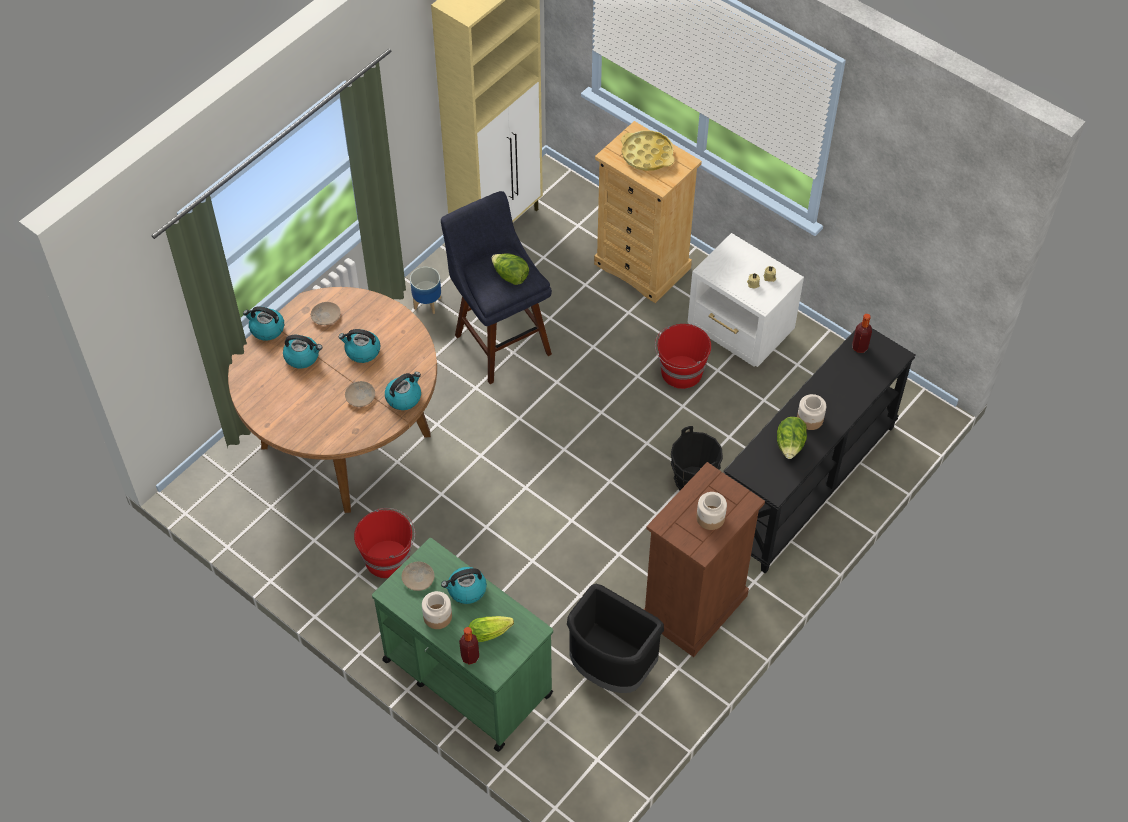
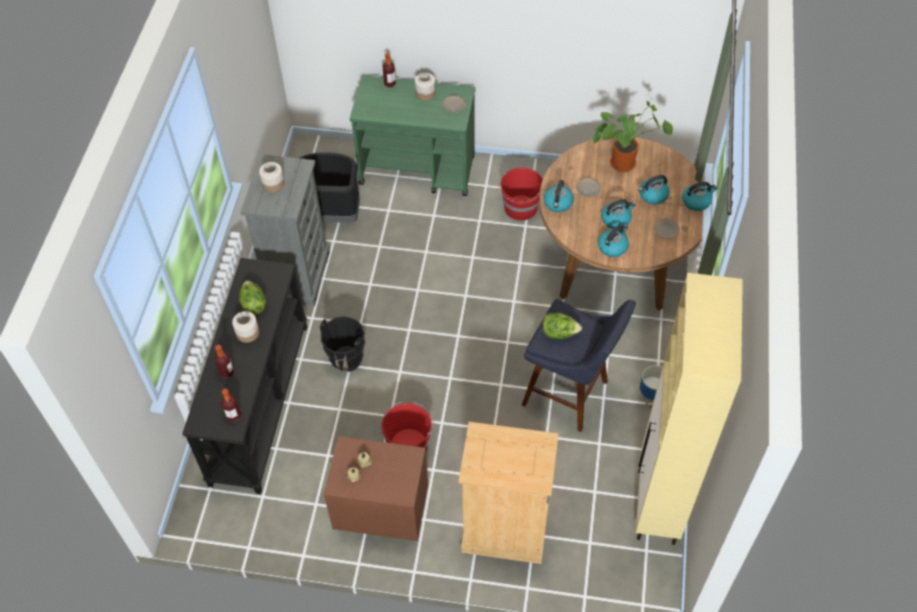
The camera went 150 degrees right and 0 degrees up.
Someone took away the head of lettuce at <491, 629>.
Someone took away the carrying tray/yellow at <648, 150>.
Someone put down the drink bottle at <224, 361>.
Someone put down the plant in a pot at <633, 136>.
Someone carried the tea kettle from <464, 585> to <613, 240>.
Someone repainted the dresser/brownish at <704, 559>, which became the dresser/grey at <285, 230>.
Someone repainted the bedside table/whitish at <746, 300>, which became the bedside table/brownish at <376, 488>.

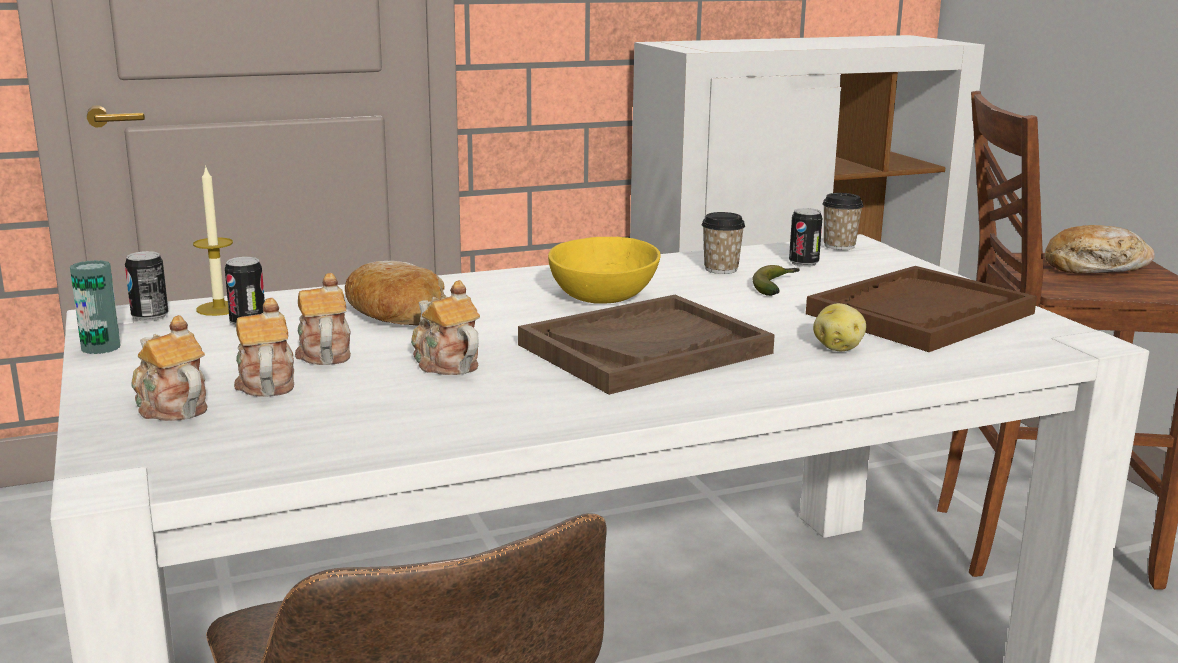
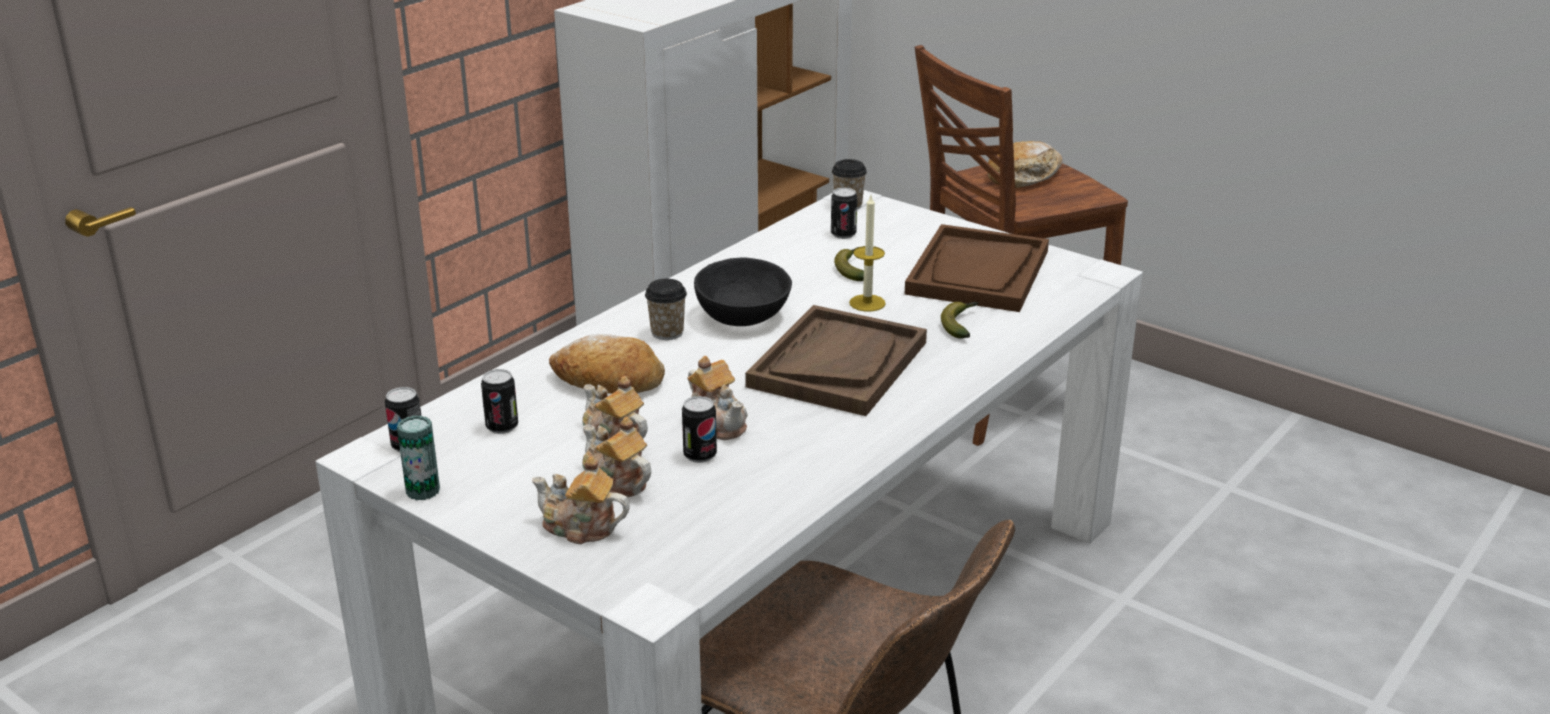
The camera went 30 degrees left and 10 degrees up.
Someone put down the can at <699, 429>.
Someone carried the wax candle from <213, 240> to <867, 254>.
Someone carried the small cup from <723, 243> to <666, 309>.
Someone swapped the potato at <839, 327> for the whole banana at <959, 320>.
Someone repainted the bowl/yellow at <604, 270>, which became the bowl/black-coloured at <743, 291>.
Someone rotated the tea pot at <445, 327> by 150 degrees counterclockwise.

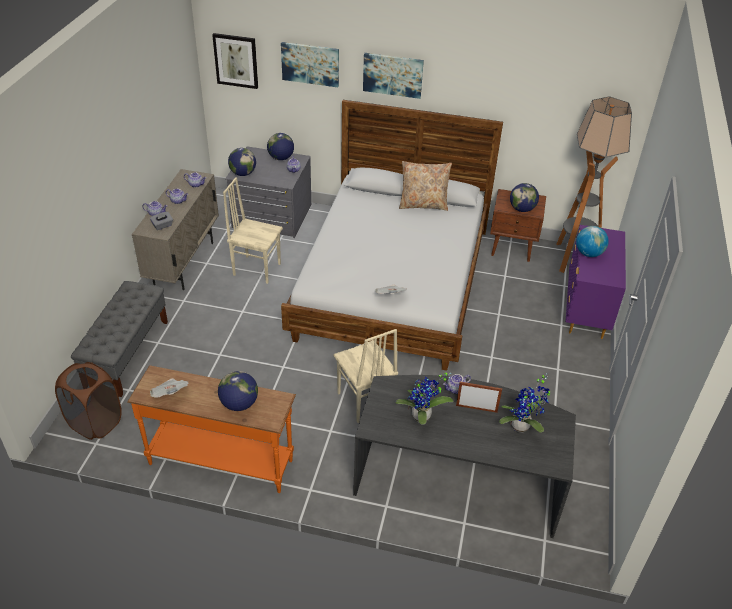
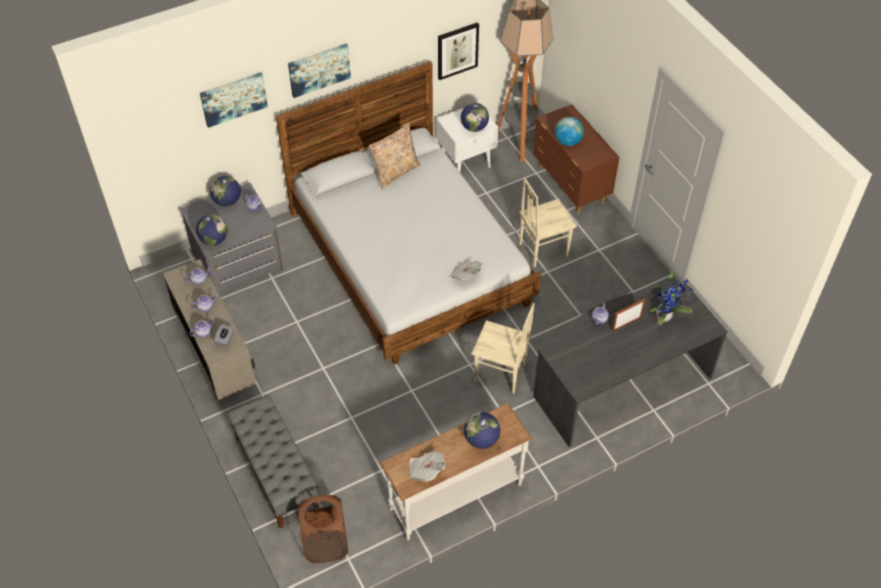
The camera went 40 degrees left and 10 degrees up.
Someone took away the plant in a pot at <424, 398>.
Someone carried the wall picture from <235, 61> to <458, 51>.
Someone carried the upright chair/beige-coloured from <253, 230> to <548, 222>.
Someone repainted the console table/orange at <211, 429>, which became the console table/whitish at <456, 472>.
Someone repainted the bedside table/brownish at <518, 225>, which became the bedside table/whitish at <467, 140>.
Someone repainted the dresser/purple at <595, 282>, which became the dresser/brownish at <576, 159>.

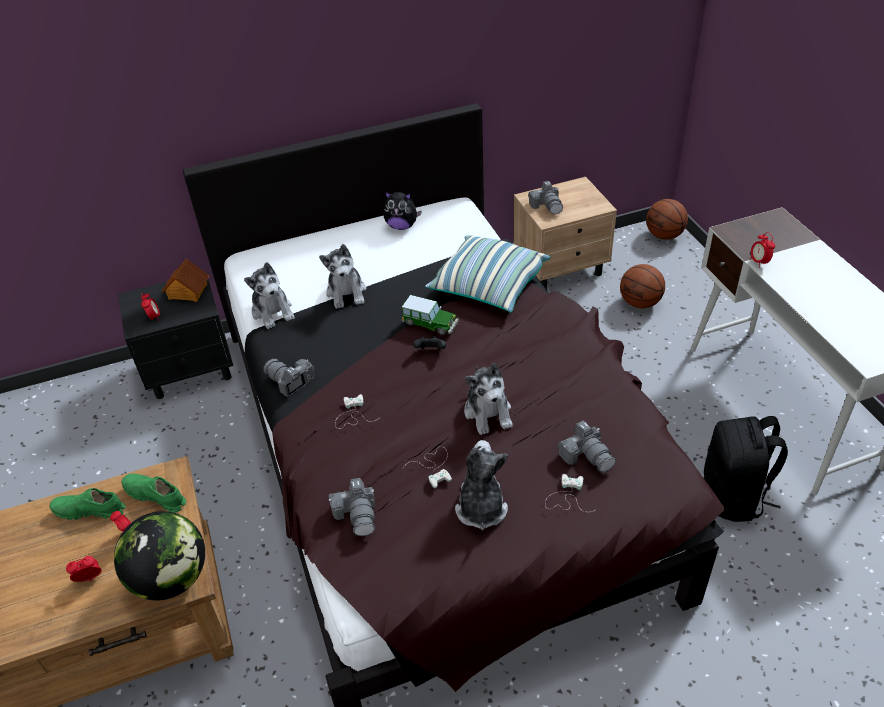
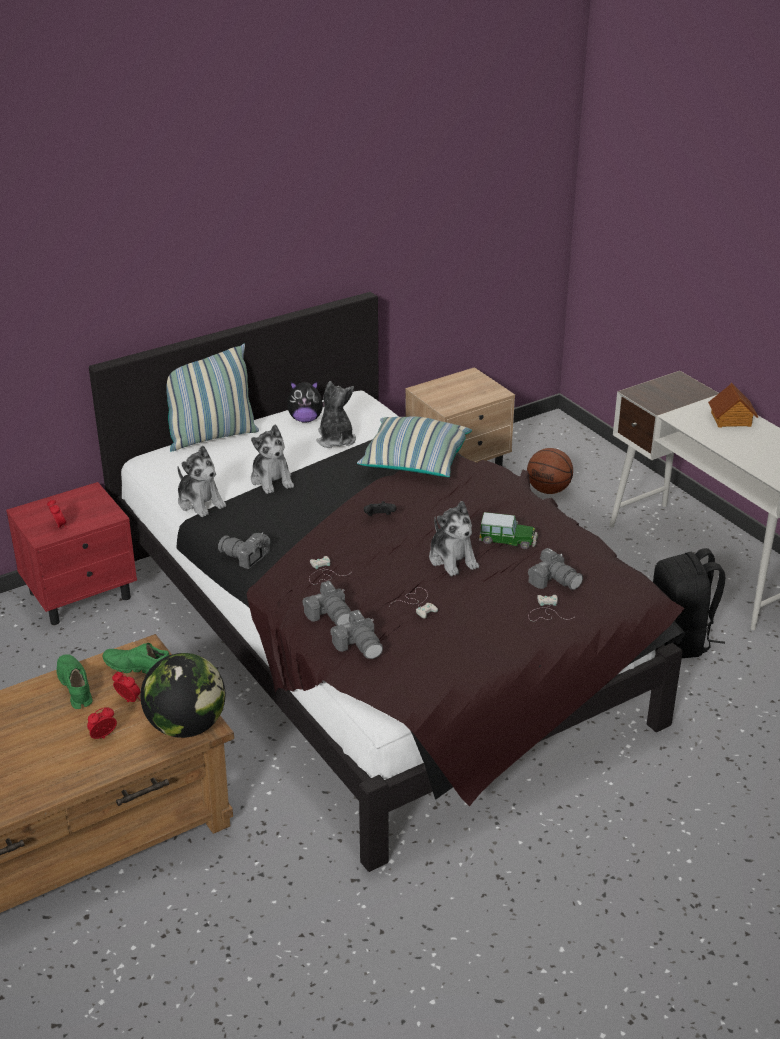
The camera went 15 degrees left and 10 degrees down.
Someone took away the basketball ball at <667, 219>.
Someone took away the bedside clock at <762, 250>.
Someone put down the pillow at <212, 397>.
Someone carried the miniature house from <186, 280> to <733, 405>.
Someone carried the model car from <430, 315> to <508, 530>.
Someone carried the plush toy from <481, 485> to <336, 414>.
Someone carried the still camera from <545, 197> to <326, 603>.
Someone repainted the bedside table/black-coloured at <175, 335>, which became the bedside table/red at <71, 553>.
Someone rotated the item of footwear/green at <87, 504> by 75 degrees clockwise.

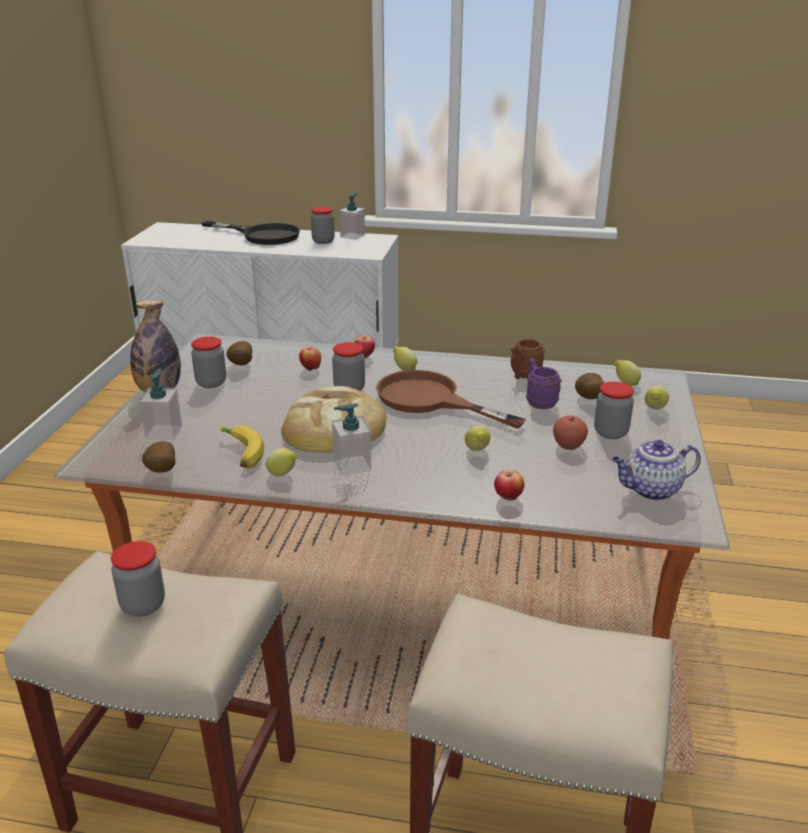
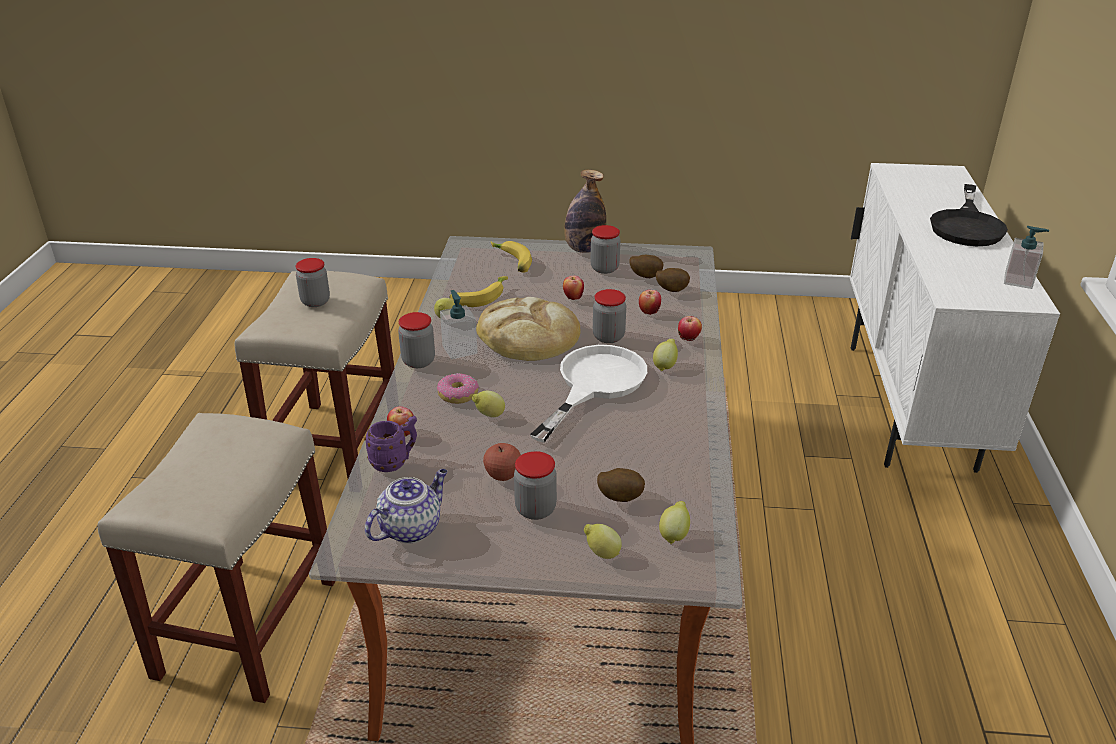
The camera went 85 degrees right and 5 degrees up.
Someone took away the tea mug/brownish at <528, 359>.
Someone put down the ring doughnut at <458, 388>.
Someone put down the apple at <573, 288>.
Someone carried the potato from <159, 457> to <673, 280>.
Someone carried the preserve jar from <323, 225> to <416, 340>.
Someone carried the tea mug/purple from <543, 383> to <390, 444>.
Someone swapped the soap bottle at <160, 404> for the whole banana at <511, 256>.
Someone repainted the skillet/brownish at <451, 399>, which became the skillet/whitish at <588, 394>.
Someone rotated the tea pot at <656, 470> by 60 degrees clockwise.

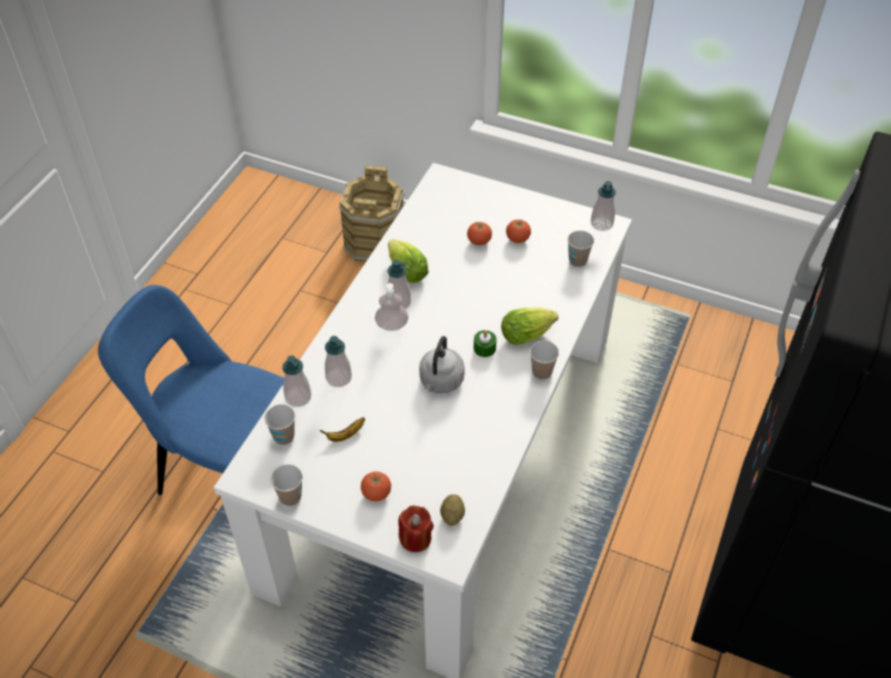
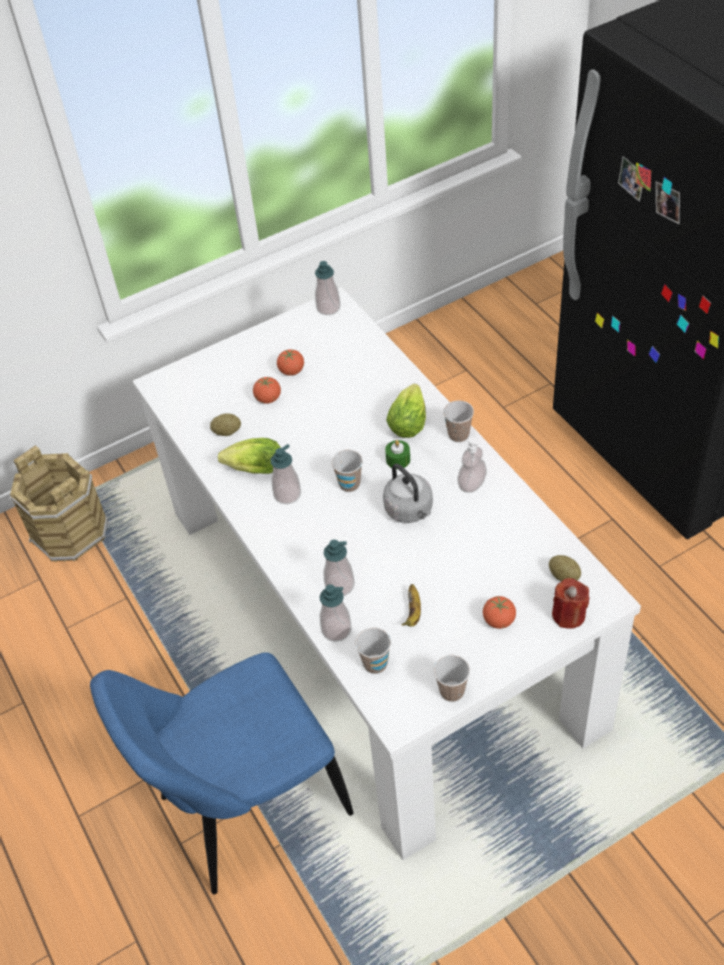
The camera went 50 degrees left and 0 degrees up.
Someone put down the potato at <225, 424>.
Someone carried the soap bottle from <391, 307> to <472, 465>.
Someone carried the small cup from <581, 248> to <347, 471>.

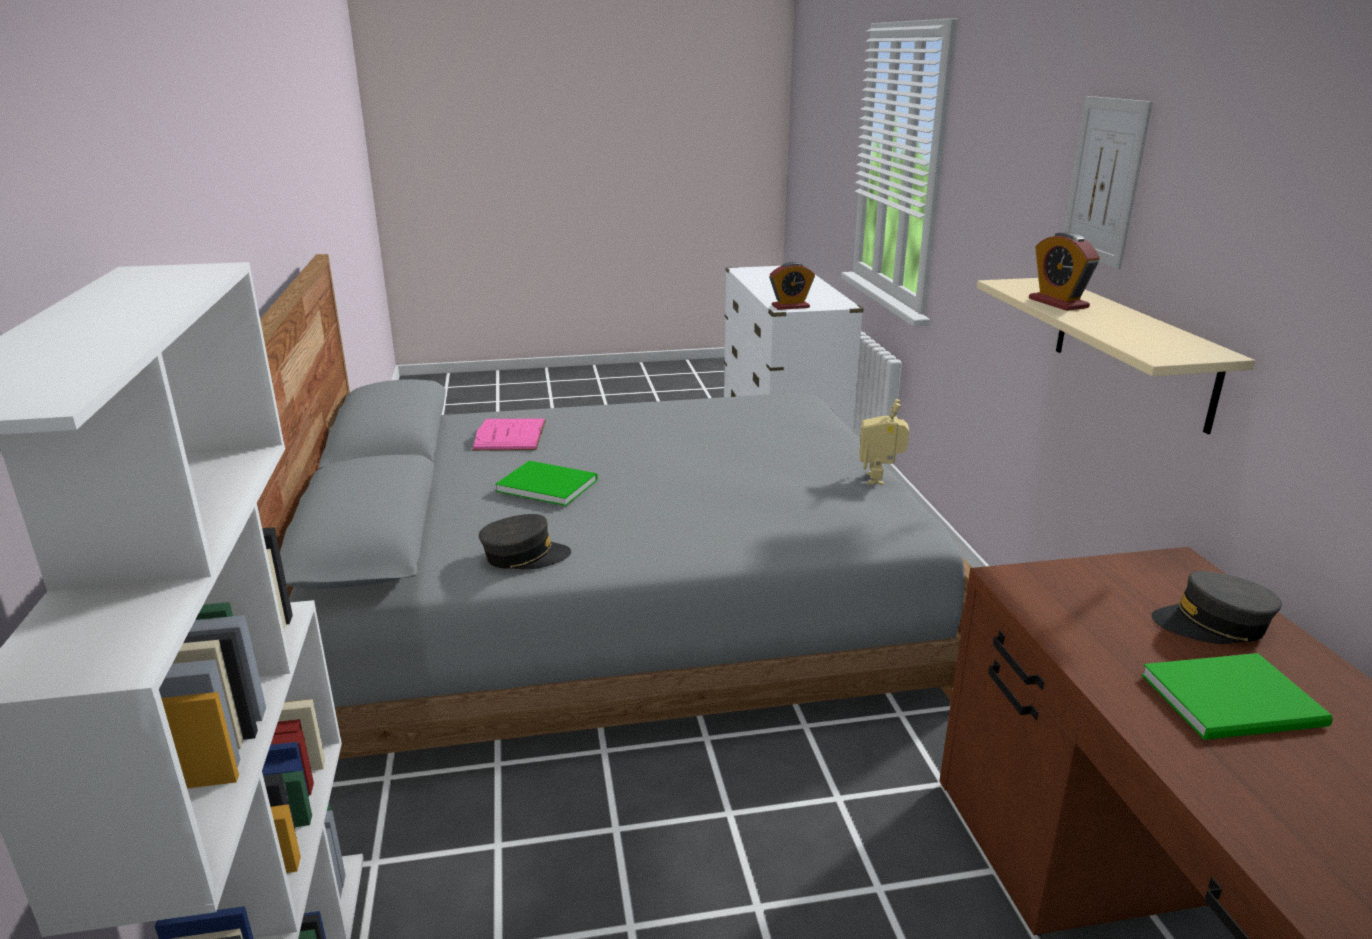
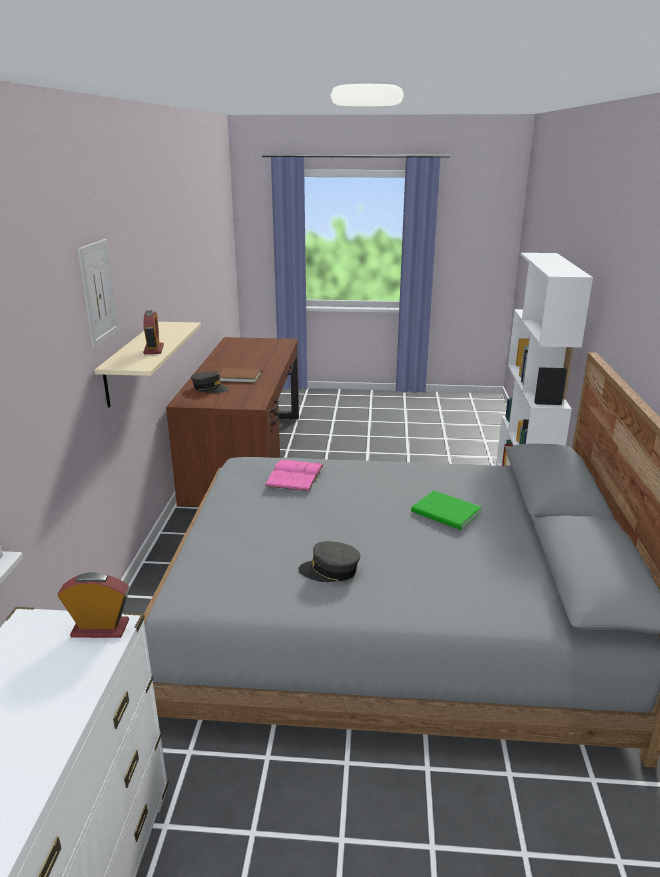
The camera went 165 degrees left and 0 degrees up.
Someone took away the robot figure at <884, 442>.
Someone carried the volume/pinkish from <509, 434> to <294, 475>.
Someone carried the baseball cap/grey from <525, 542> to <329, 561>.
Someone repainted the volume/green at <1237, 696>, which became the volume/brownish at <240, 375>.

